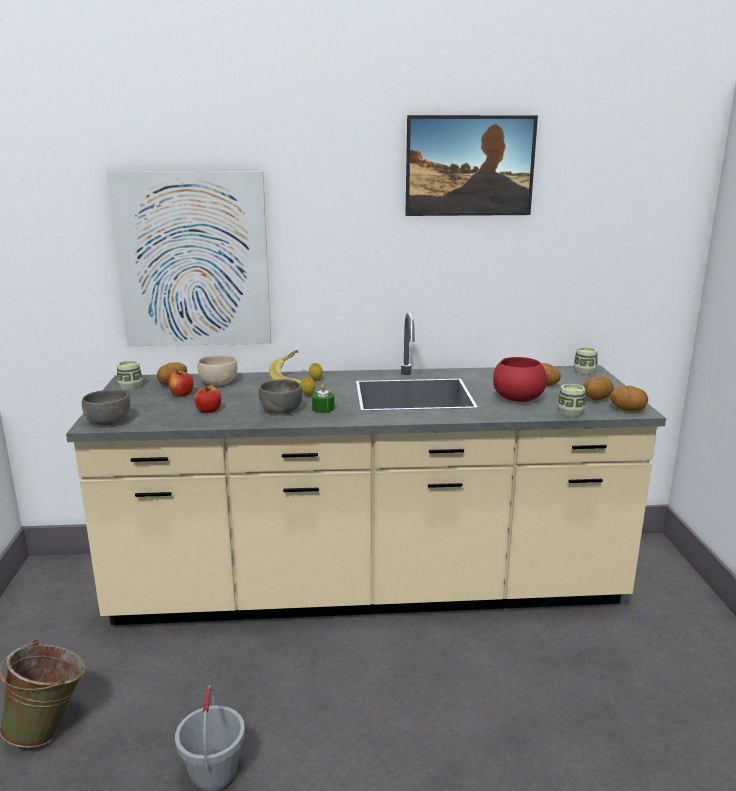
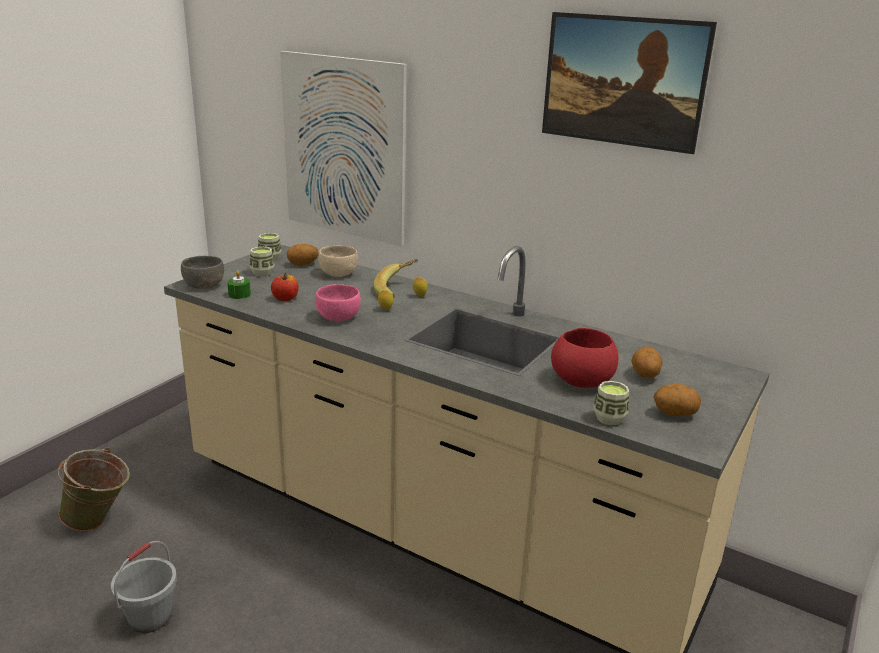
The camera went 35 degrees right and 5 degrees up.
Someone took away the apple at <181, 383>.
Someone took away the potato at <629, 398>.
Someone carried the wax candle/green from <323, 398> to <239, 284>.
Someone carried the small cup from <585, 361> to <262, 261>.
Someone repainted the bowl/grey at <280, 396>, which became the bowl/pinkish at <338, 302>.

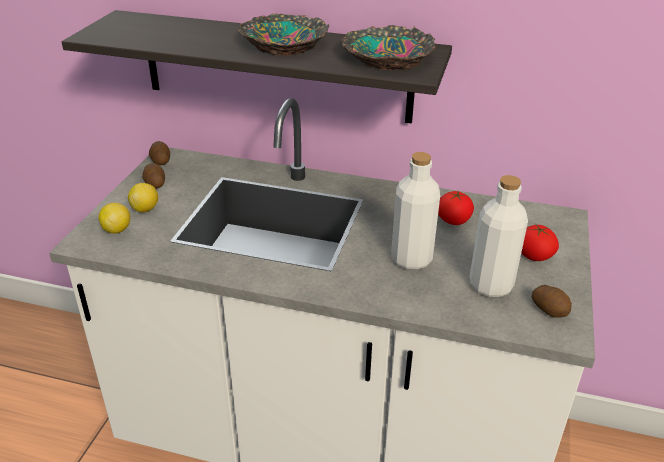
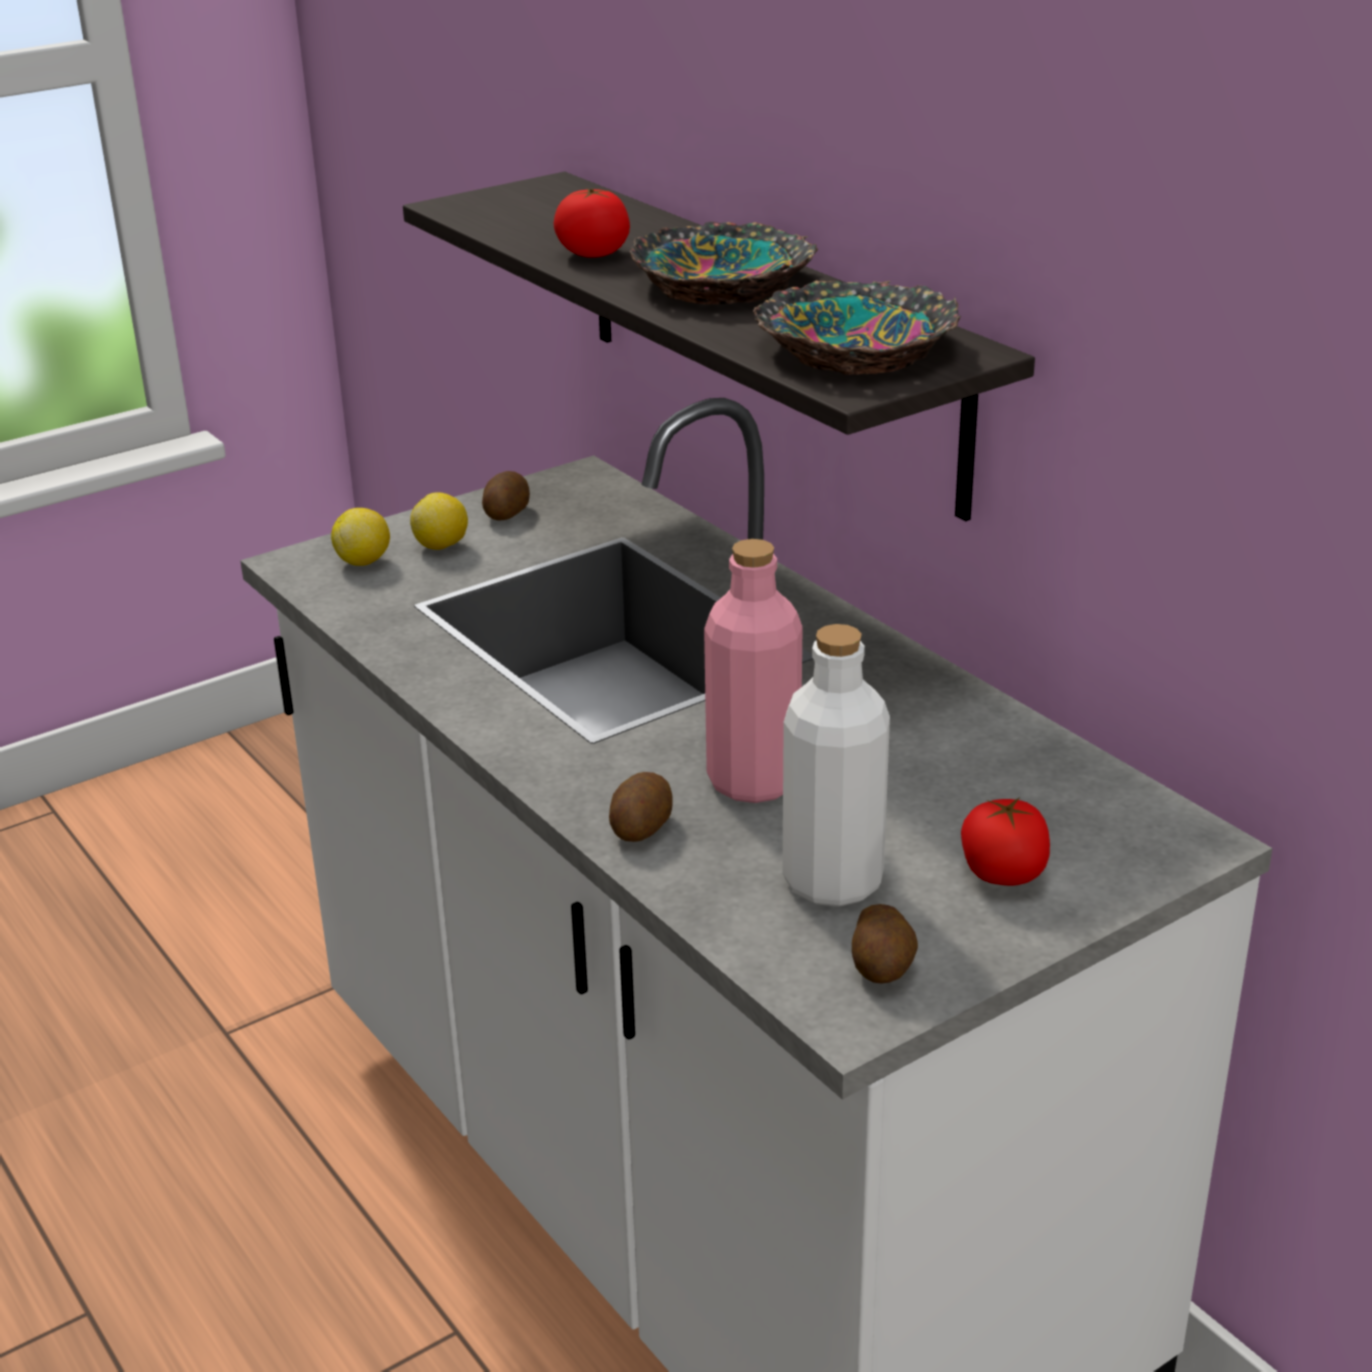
The camera went 40 degrees right and 5 degrees down.
Someone carried the potato from <159, 153> to <641, 807>.
Someone carried the whole tomato from <456, 208> to <591, 223>.
Someone repainted the drink bottle/whitish at <415, 211>, which became the drink bottle/pinkish at <753, 671>.

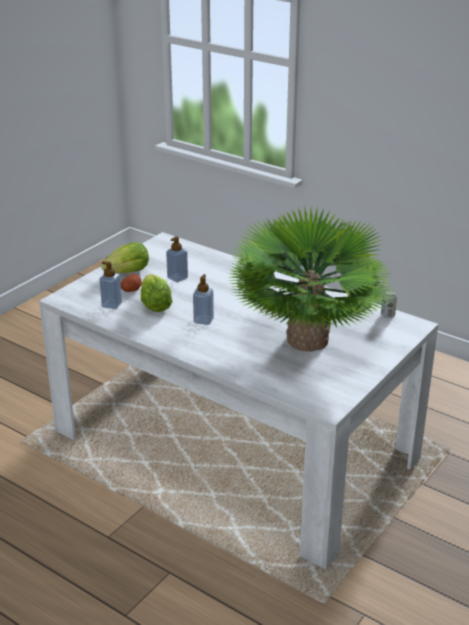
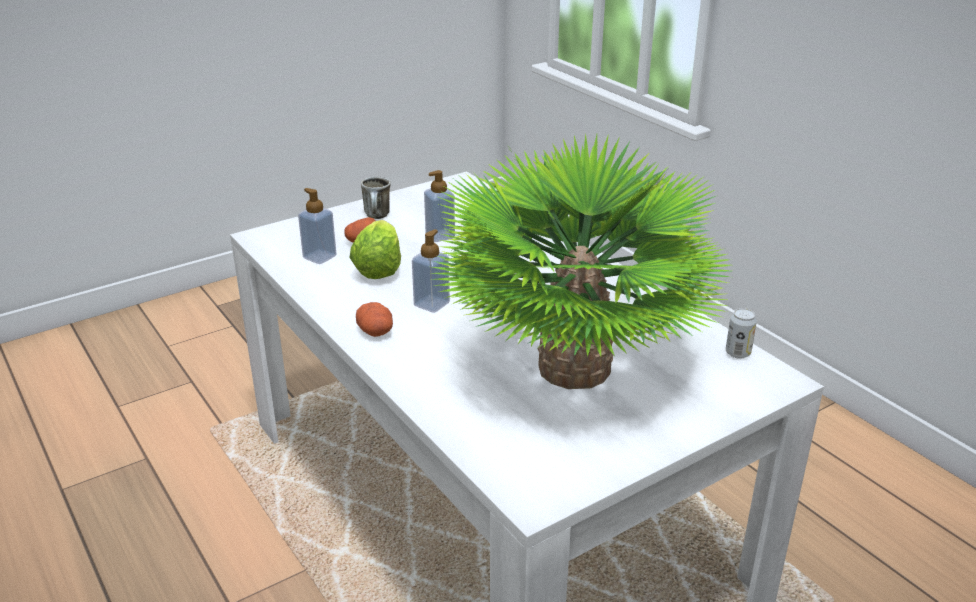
The camera went 20 degrees right and 0 degrees up.
Someone put down the potato at <374, 319>.
Someone swapped the head of lettuce at <125, 257> for the tea mug at <376, 198>.

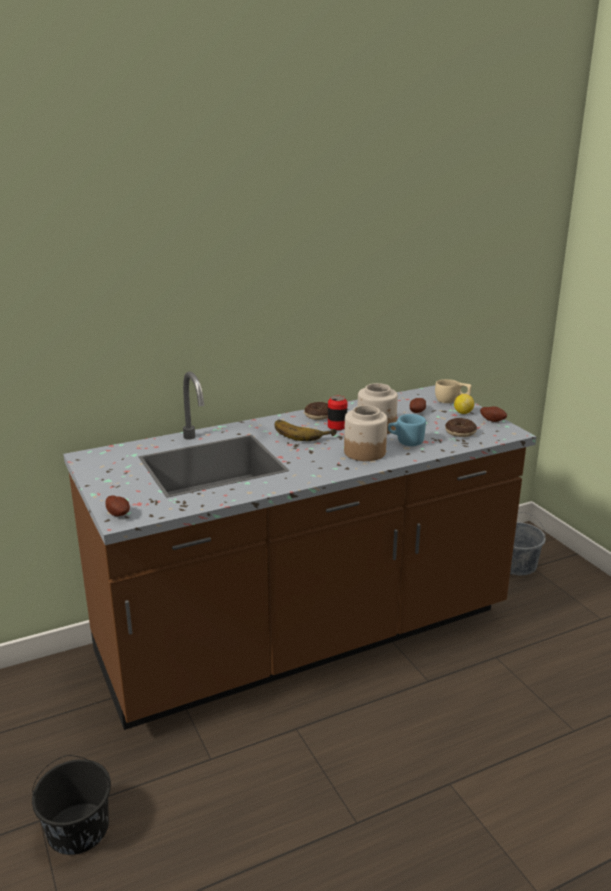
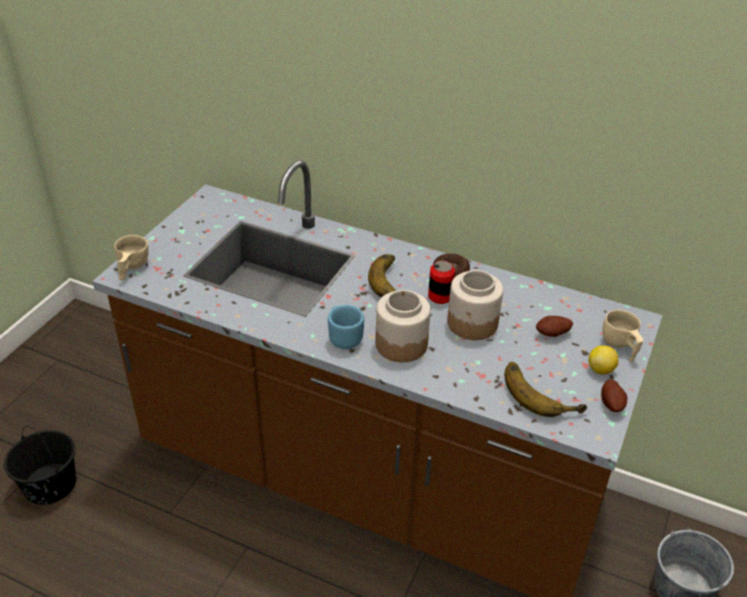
The camera went 50 degrees right and 15 degrees up.
Someone carried the tea mug/blue-coloured from <407, 430> to <346, 327>.
Someone swapped the potato at <117, 505> for the small cup/beige-coloured at <131, 258>.
Someone swapped the ring doughnut at <461, 427> for the whole banana at <546, 389>.

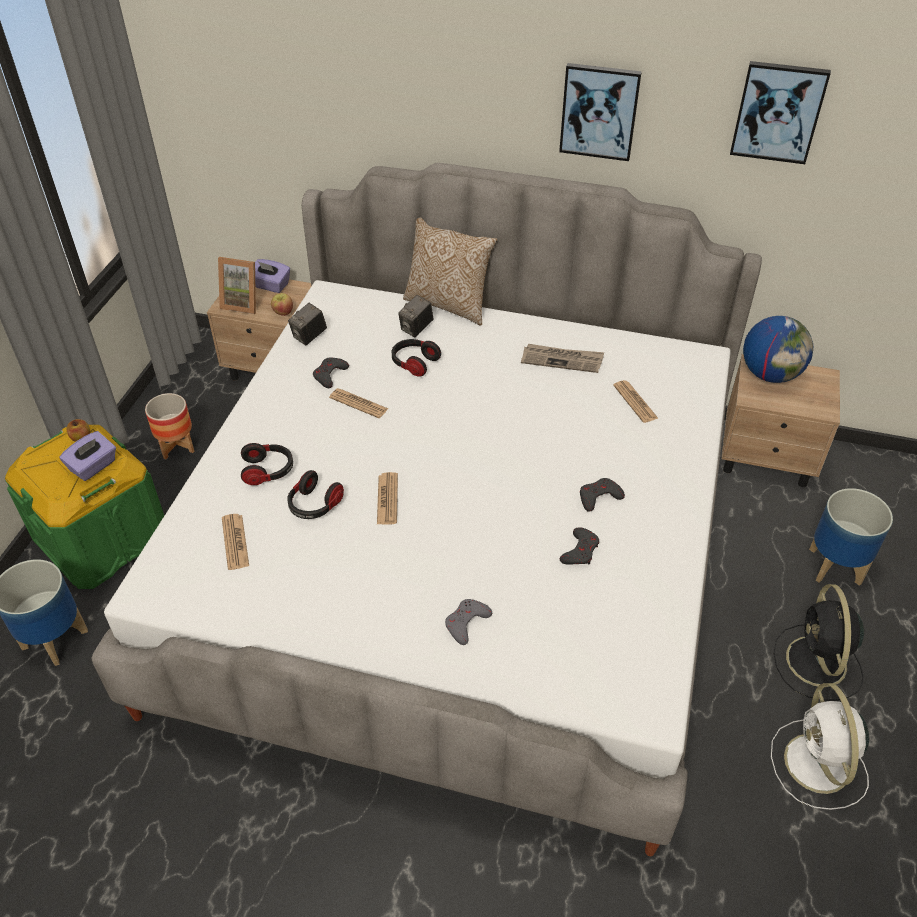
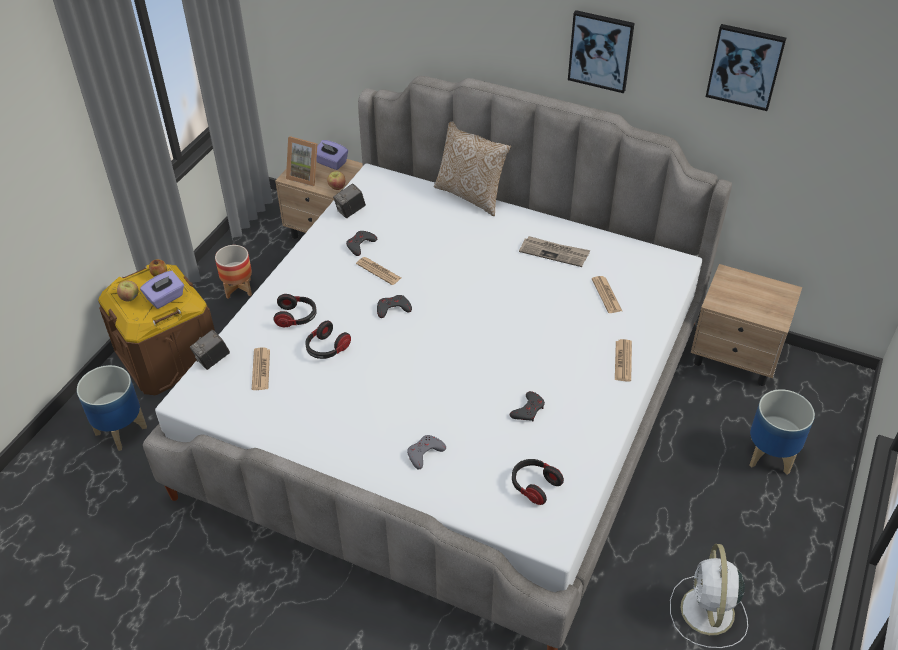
The camera went 10 degrees right and 0 degrees up.
Someone took away the world globe at <778, 349>.
Someone took away the fan/black-coloured at <819, 642>.
Someone put down the apple at <127, 291>.
Someone carried the printed paper from <387, 498> to <623, 360>.
Someone carried the headset from <416, 358> to <538, 482>.
Someone carried the still camera from <416, 316> to <210, 350>.
Someone carried the gamepad/grey from <602, 495> to <394, 306>.
Someone repainted the storage container/green at <84, 507>, which became the storage container/brownish at <156, 330>.

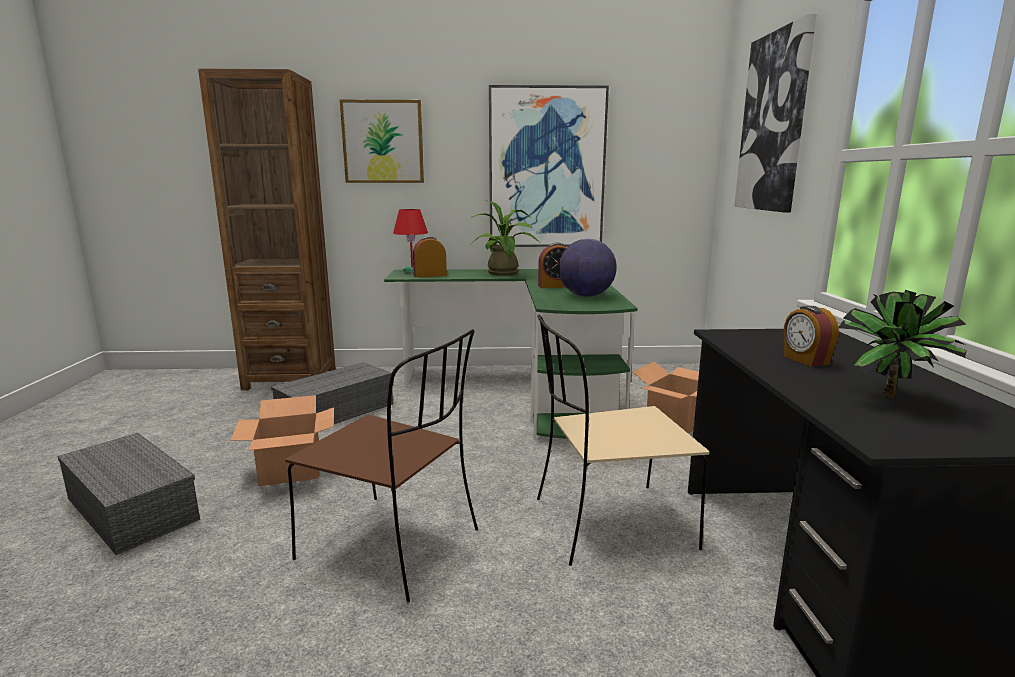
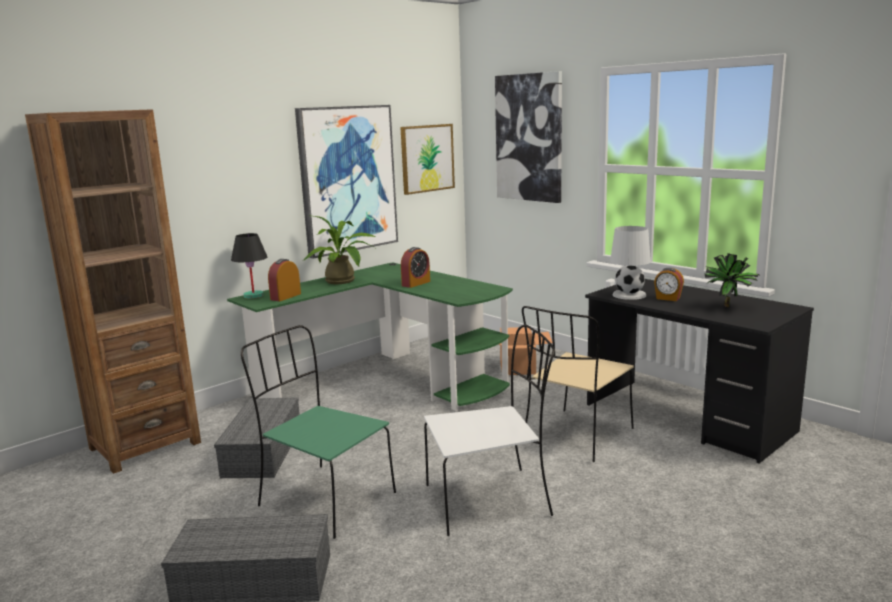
The camera went 40 degrees left and 0 degrees up.
Someone took away the world globe at <588, 268>.
Someone put down the table lamp/whitish at <630, 263>.
Someone carried the wall picture from <382, 141> to <427, 159>.
Someone swapped the cardboard box at <282, 440> for the upright chair/green at <318, 432>.
Someone repainted the upright chair/brownish at <381, 466>, which became the upright chair/whitish at <489, 430>.
Someone repainted the table lamp/red at <410, 240>, which became the table lamp/black-coloured at <249, 266>.

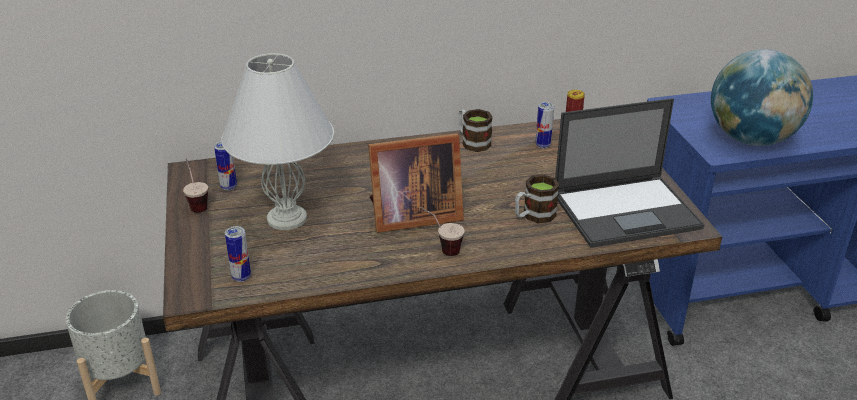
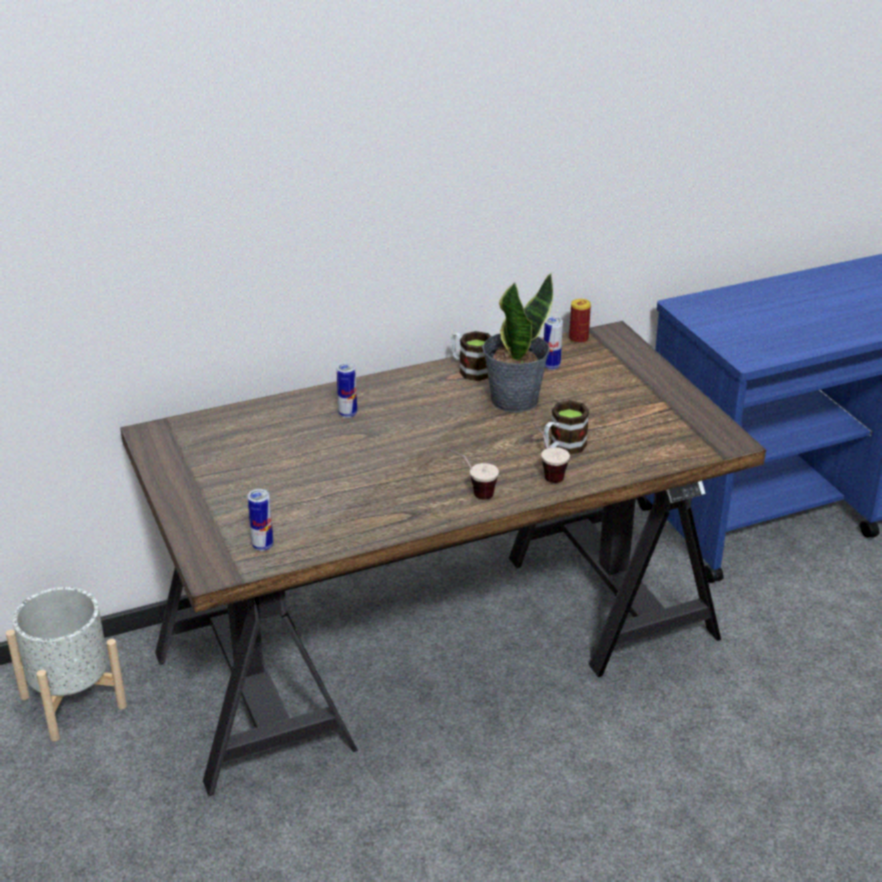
The camera went 10 degrees left and 0 degrees up.
Someone took away the table lamp/whitish at <277, 141>.
Someone took away the picture frame at <416, 183>.
Someone took away the portable computer at <630, 173>.
Someone took away the world globe at <762, 97>.
Someone put down the plant in a pot at <517, 342>.
Someone carried the small cup from <195, 186> to <551, 452>.
Someone carried the can from <225, 166> to <346, 390>.

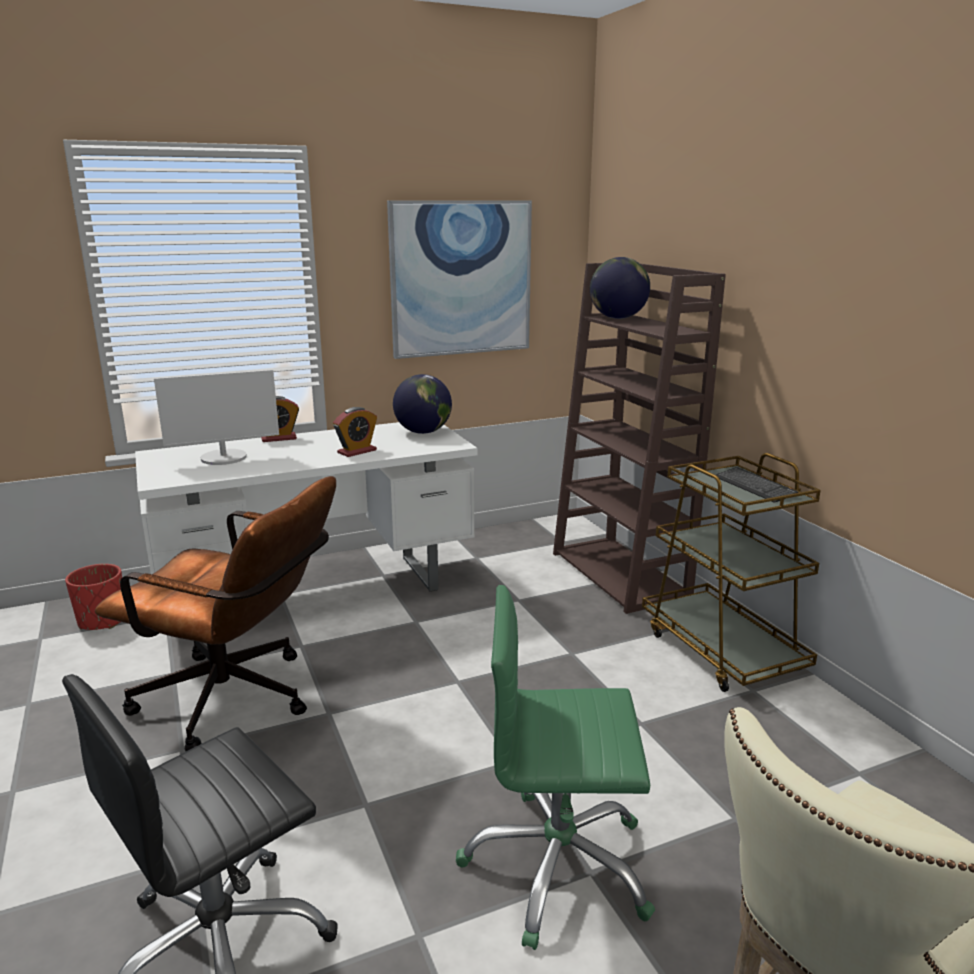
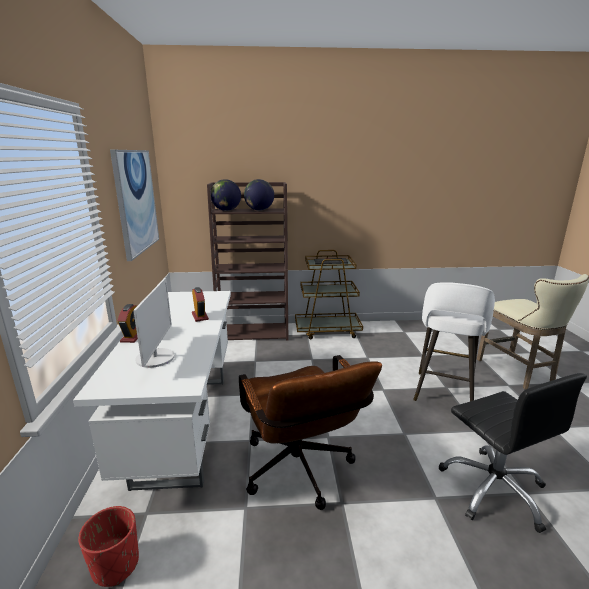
The camera went 70 degrees left and 0 degrees up.
Someone carried the world globe from <422, 404> to <259, 195>.
Someone swapped the computer chair/green at <555, 767> for the stool/whitish at <454, 341>.
Someone rotated the computer chair/brownish at <215, 613> by 120 degrees clockwise.

